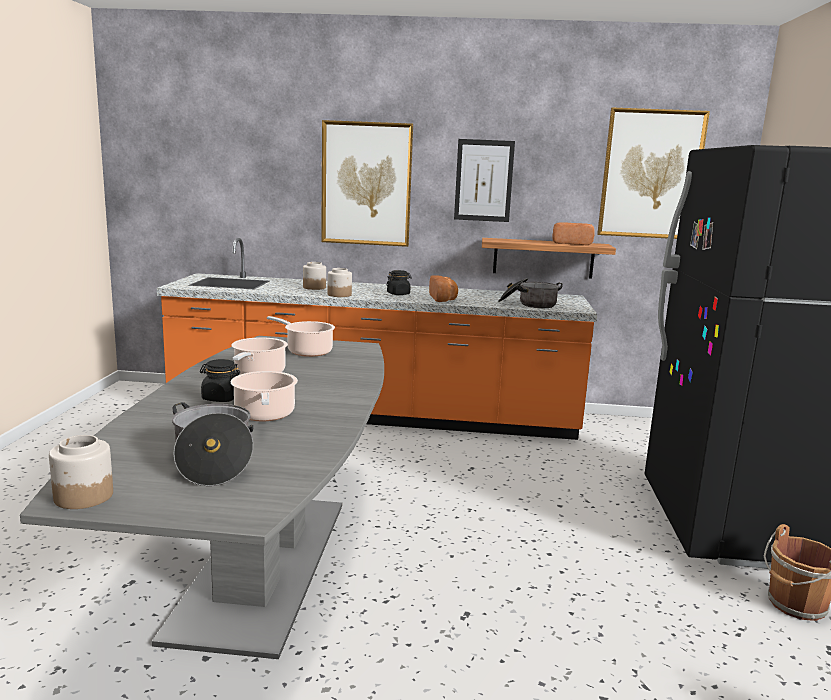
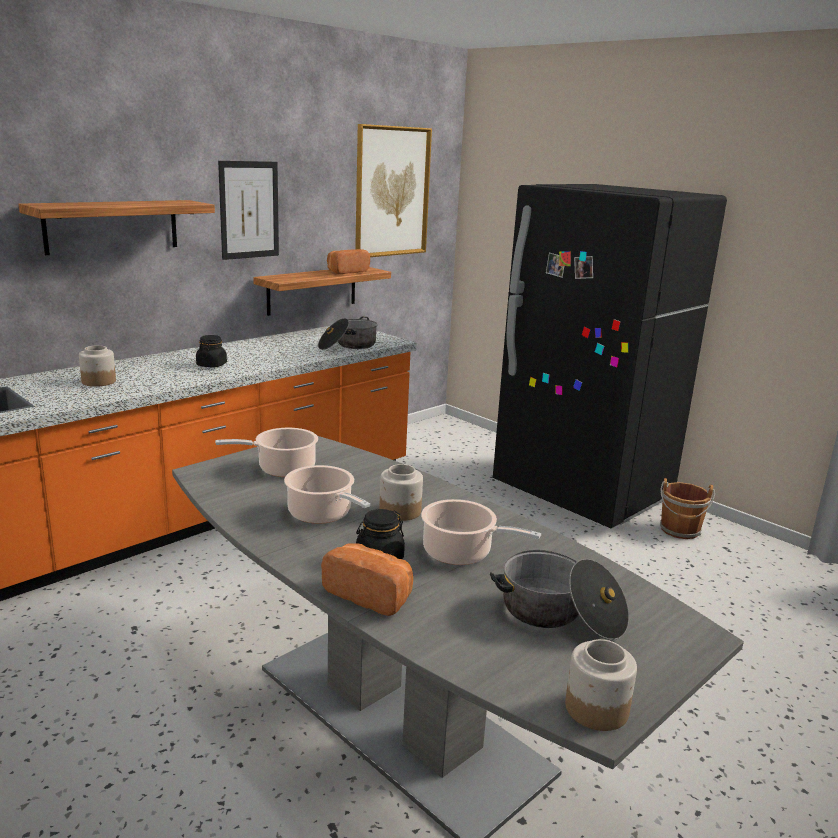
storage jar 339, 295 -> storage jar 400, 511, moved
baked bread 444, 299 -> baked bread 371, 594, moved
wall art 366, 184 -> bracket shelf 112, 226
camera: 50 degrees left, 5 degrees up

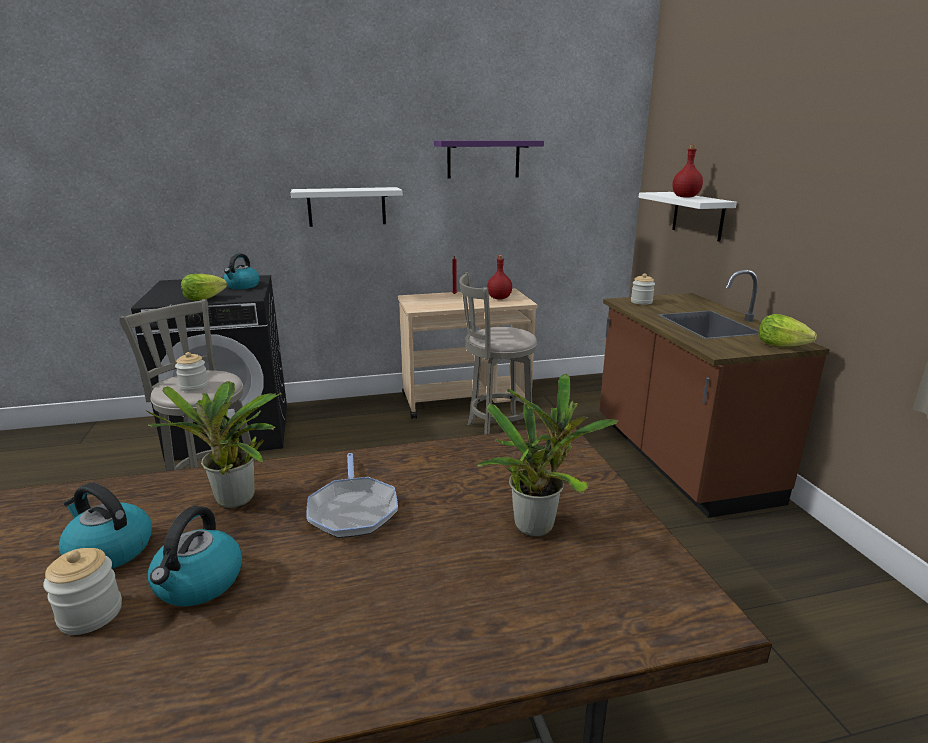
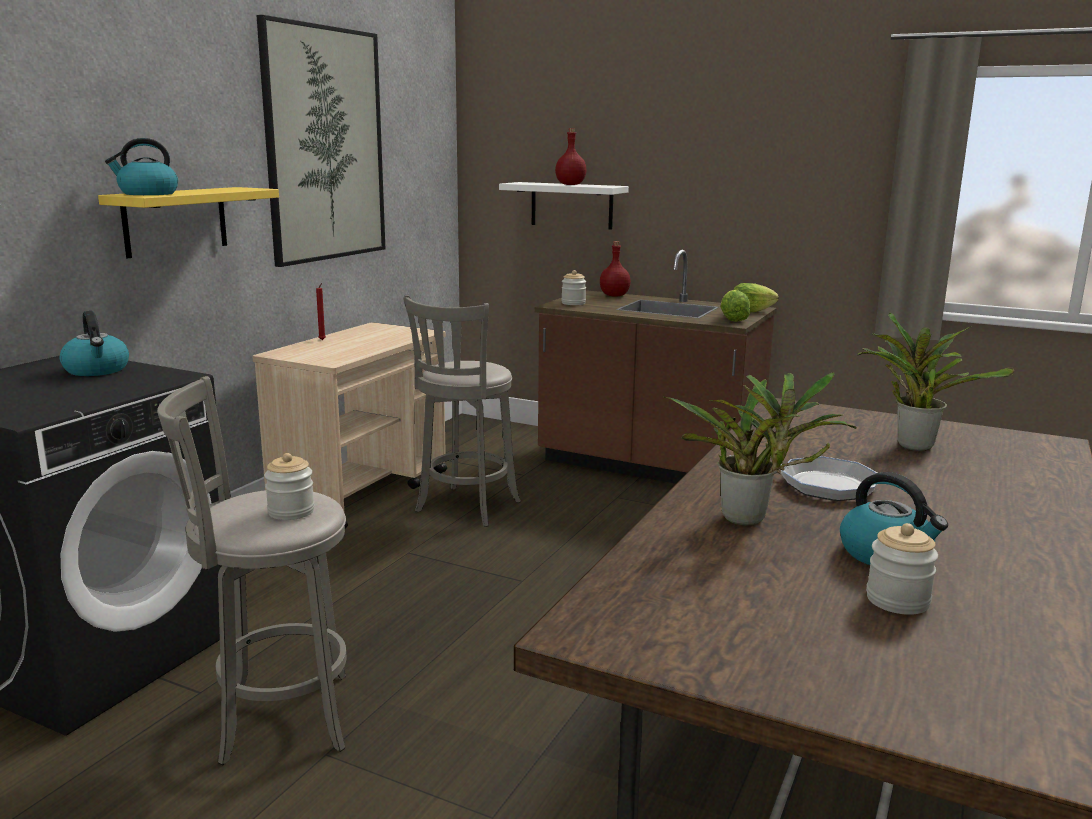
kettle 109, 550 -> kettle 147, 194, moved
lettuce head 203, 299 -> lettuce head 732, 319, moved
reddish bottle 499, 298 -> reddish bottle 614, 295, moved
purple bracket shelf 483, 159 -> wall art 325, 145
white-coloured bracket shelf 346, 206 -> yellowish bracket shelf 175, 221
camera: 50 degrees left, 5 degrees down

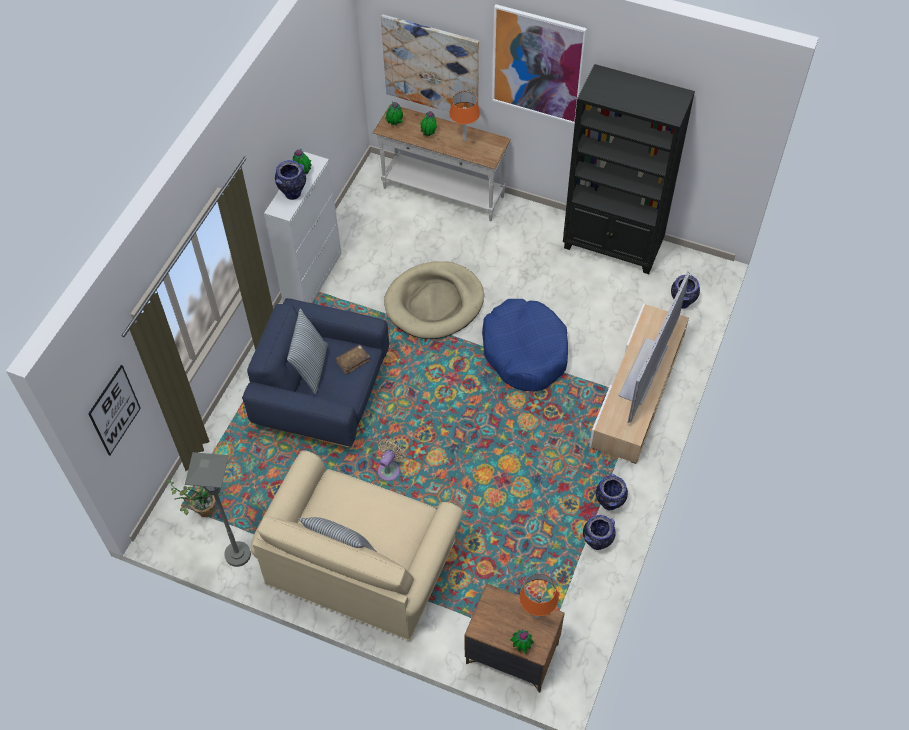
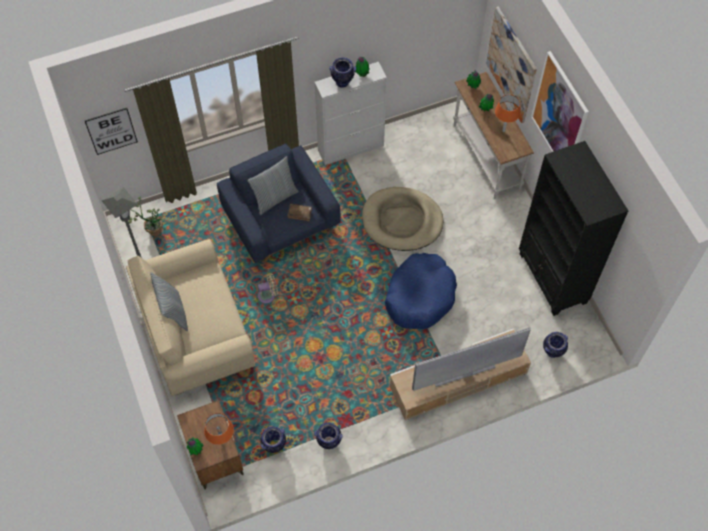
vase 609, 504 -> vase 274, 446, moved
camera: 45 degrees right, 5 degrees up

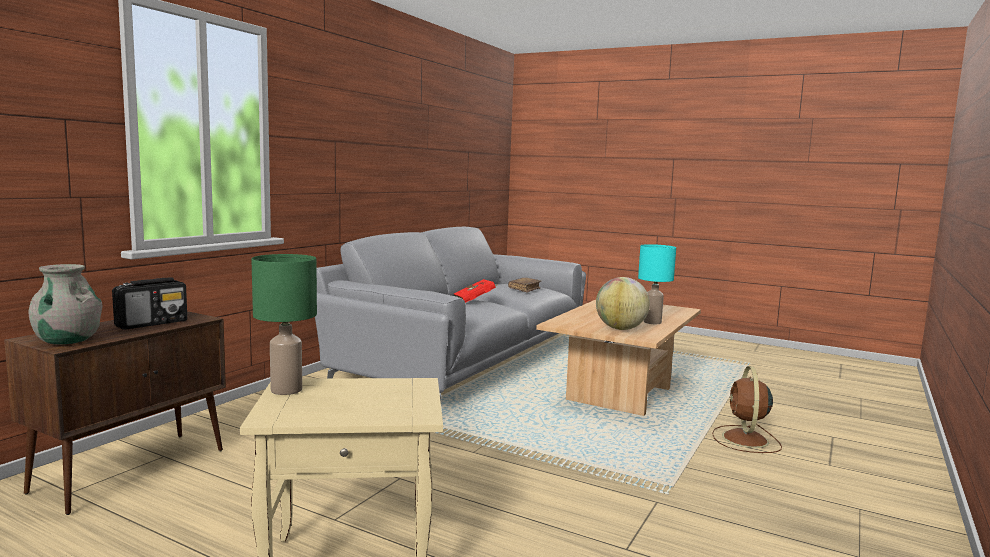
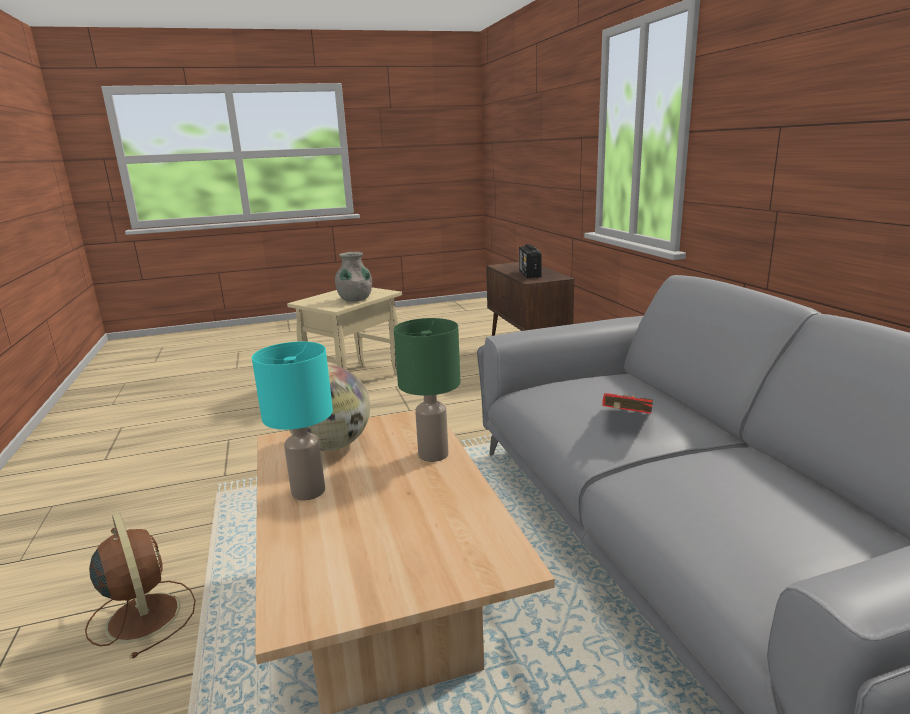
brown book 524, 289 -> none
greyish vase 67, 341 -> greyish vase 355, 300, moved
green table lamp 287, 389 -> green table lamp 434, 455, moved
camera: 135 degrees right, 10 degrees up

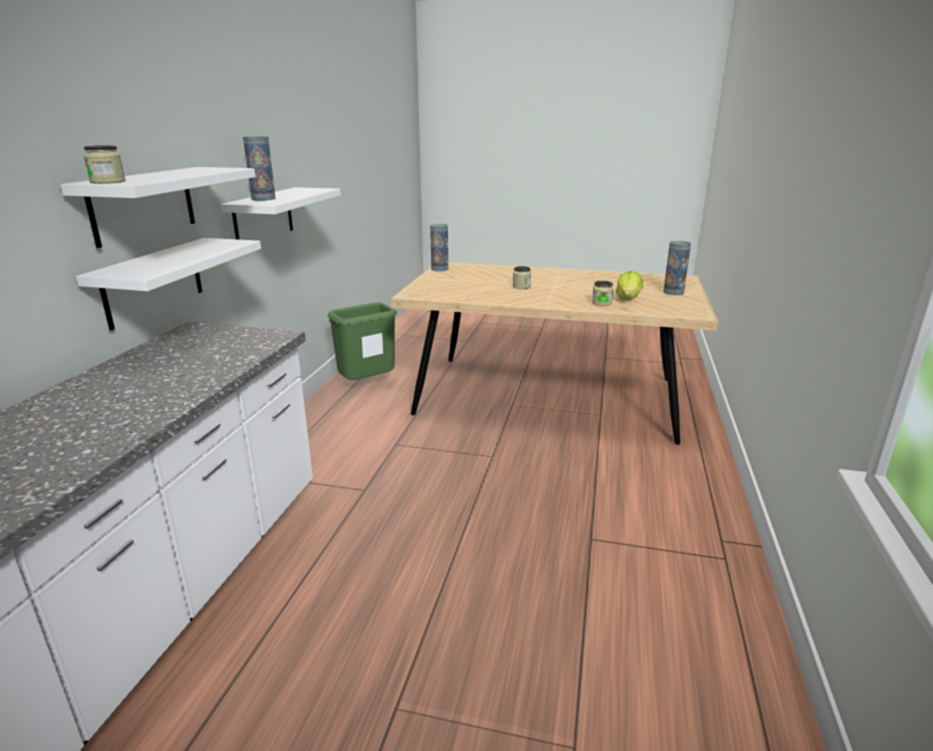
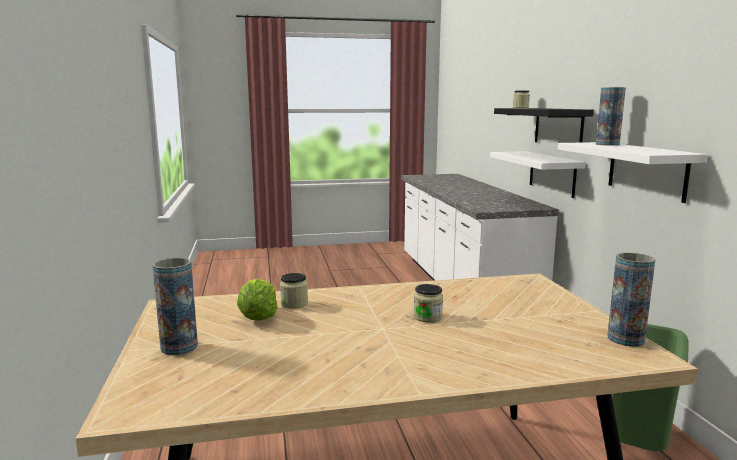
white-coloured bracket shelf 143, 204 -> blackish bracket shelf 558, 127
camera: 155 degrees right, 10 degrees down

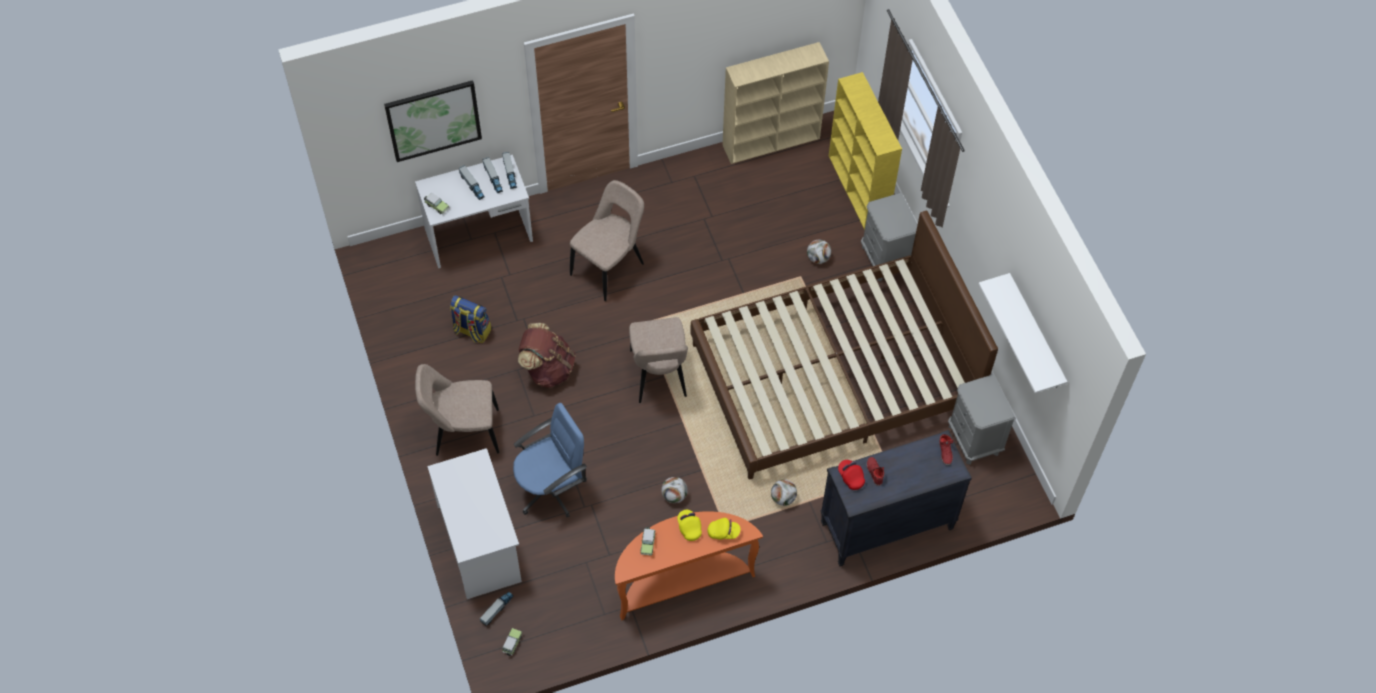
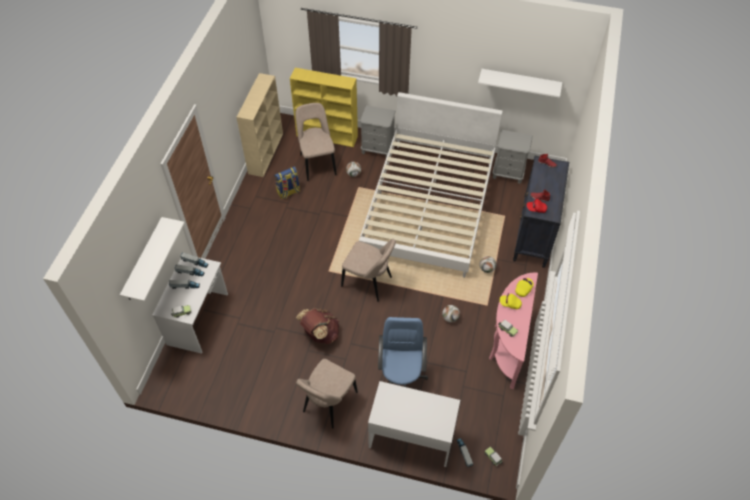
backpack 471, 331 -> backpack 288, 192, moved
beige upright chair 610, 267 -> beige upright chair 317, 163, moved
wall art 433, 120 -> white-coloured bracket shelf 144, 260
orange-coloured narrow table 682, 581 -> pinkish narrow table 507, 344
brown bed 834, 376 -> white-coloured bed 429, 207
camera: 55 degrees left, 5 degrees down

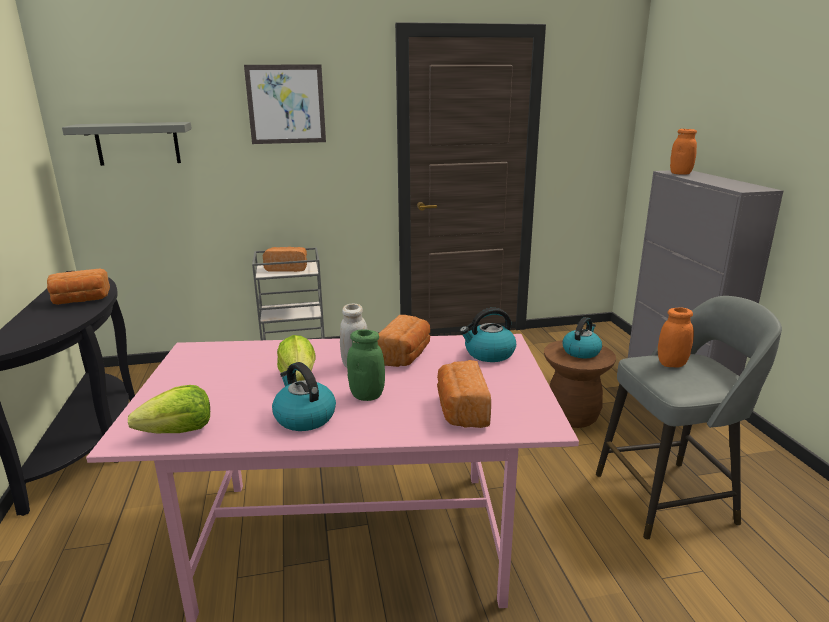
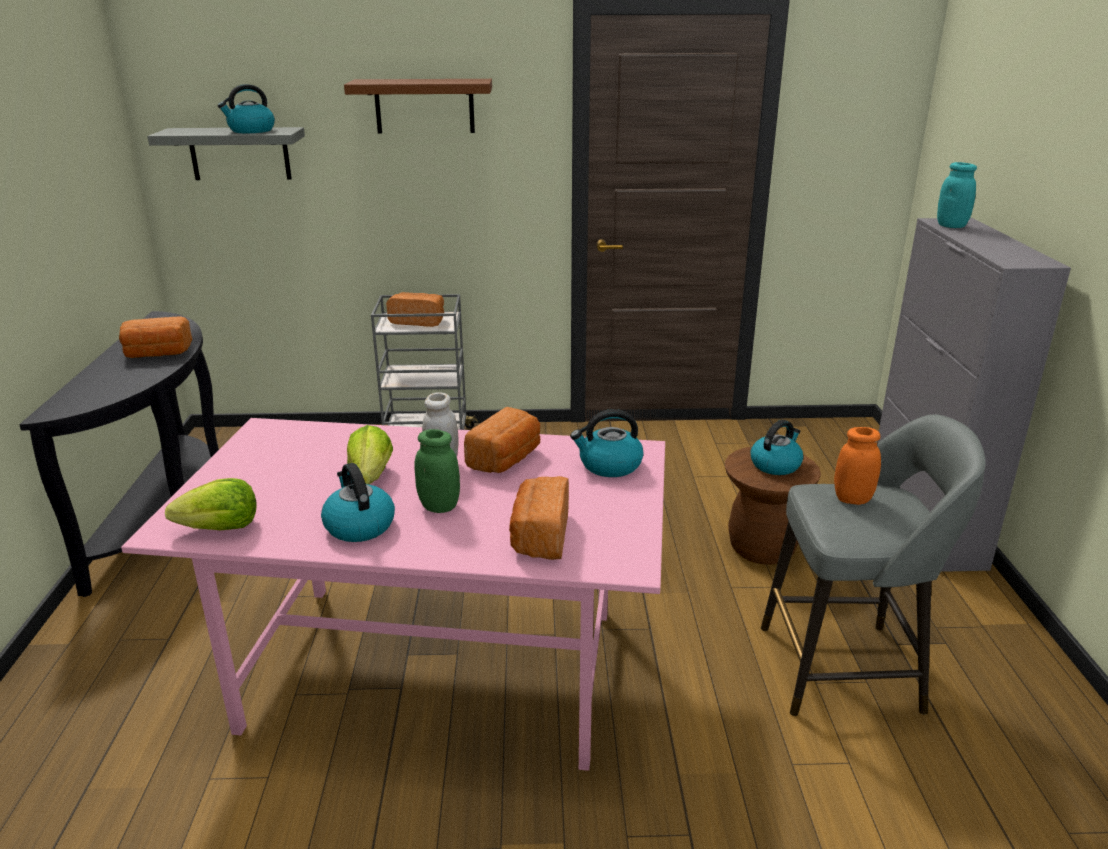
none -> kettle 251, 131
wall art 286, 104 -> brown bracket shelf 424, 106
orange-coloured storage jar 680, 173 -> turquoise-coloured storage jar 951, 226
camera: 10 degrees right, 5 degrees up

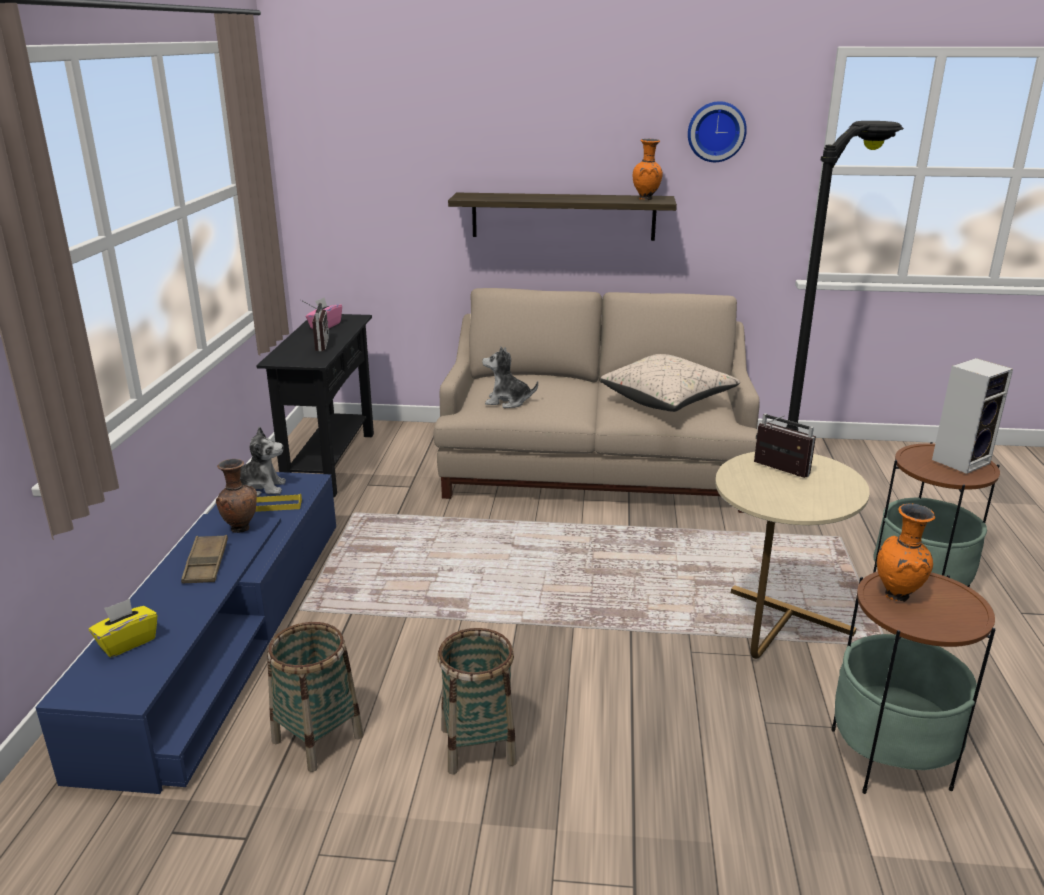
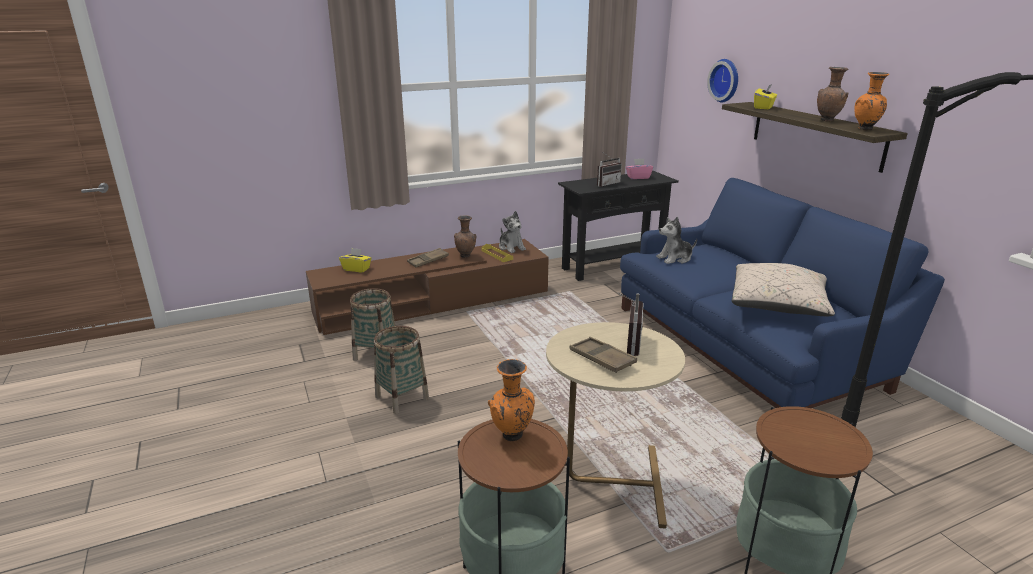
speaker 961, 460 -> none
none -> brown serving tray 602, 359
none -> yellowish tissue box 763, 107
none -> brown vase 827, 120
clock on the wall 716, 131 -> clock on the wall 726, 80, moved
blue-coloured media console 225, 631 -> brown media console 433, 302
beige sofa 595, 465 -> blue-coloured sofa 748, 344
plush toy 507, 401 -> plush toy 675, 258, 90 degrees counterclockwise
camera: 60 degrees right, 0 degrees up

